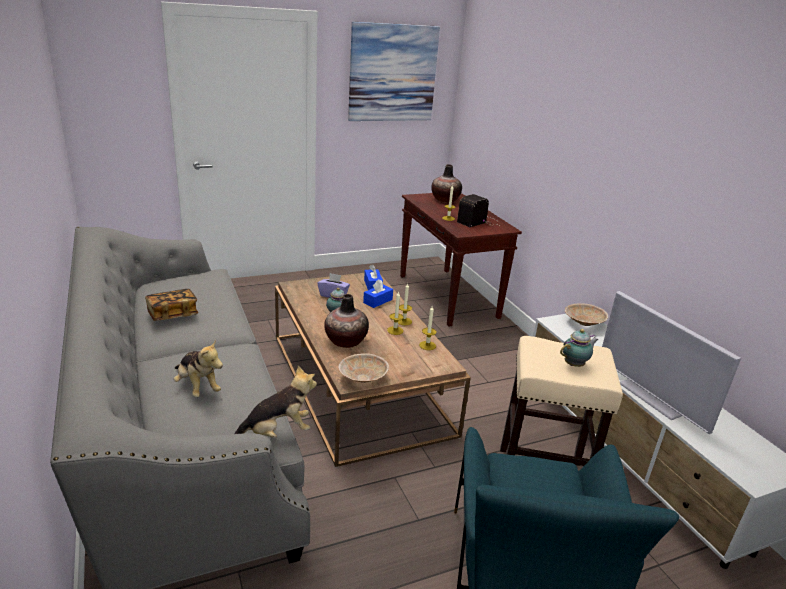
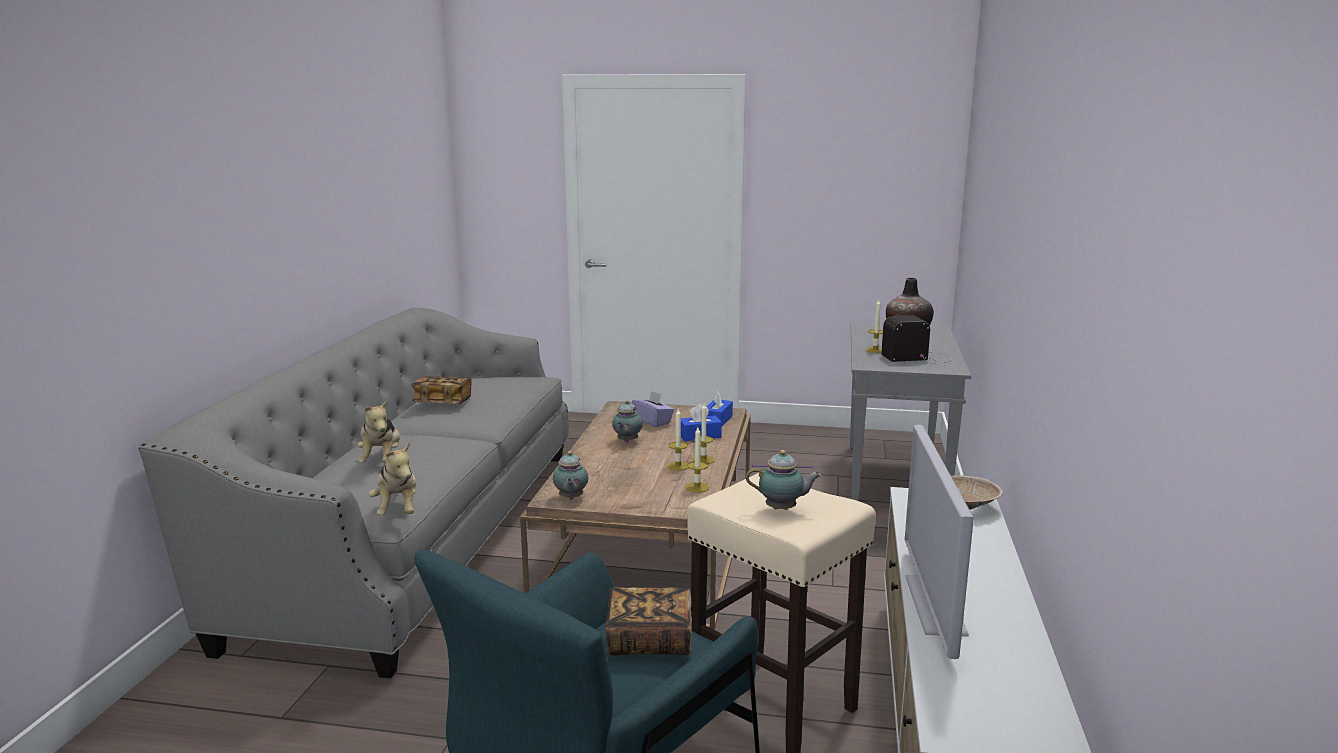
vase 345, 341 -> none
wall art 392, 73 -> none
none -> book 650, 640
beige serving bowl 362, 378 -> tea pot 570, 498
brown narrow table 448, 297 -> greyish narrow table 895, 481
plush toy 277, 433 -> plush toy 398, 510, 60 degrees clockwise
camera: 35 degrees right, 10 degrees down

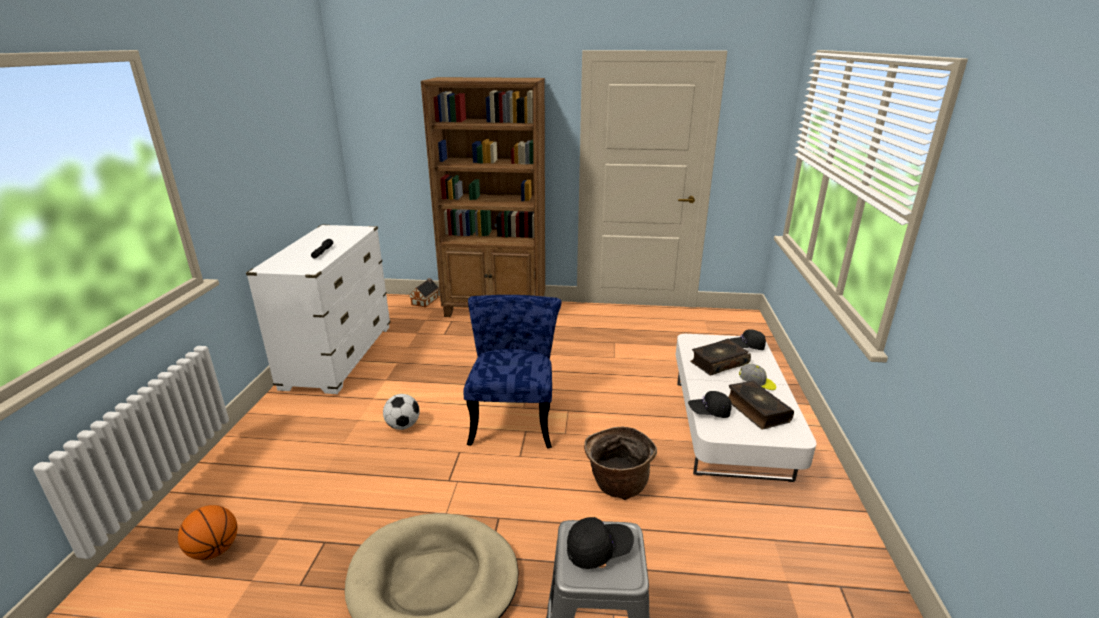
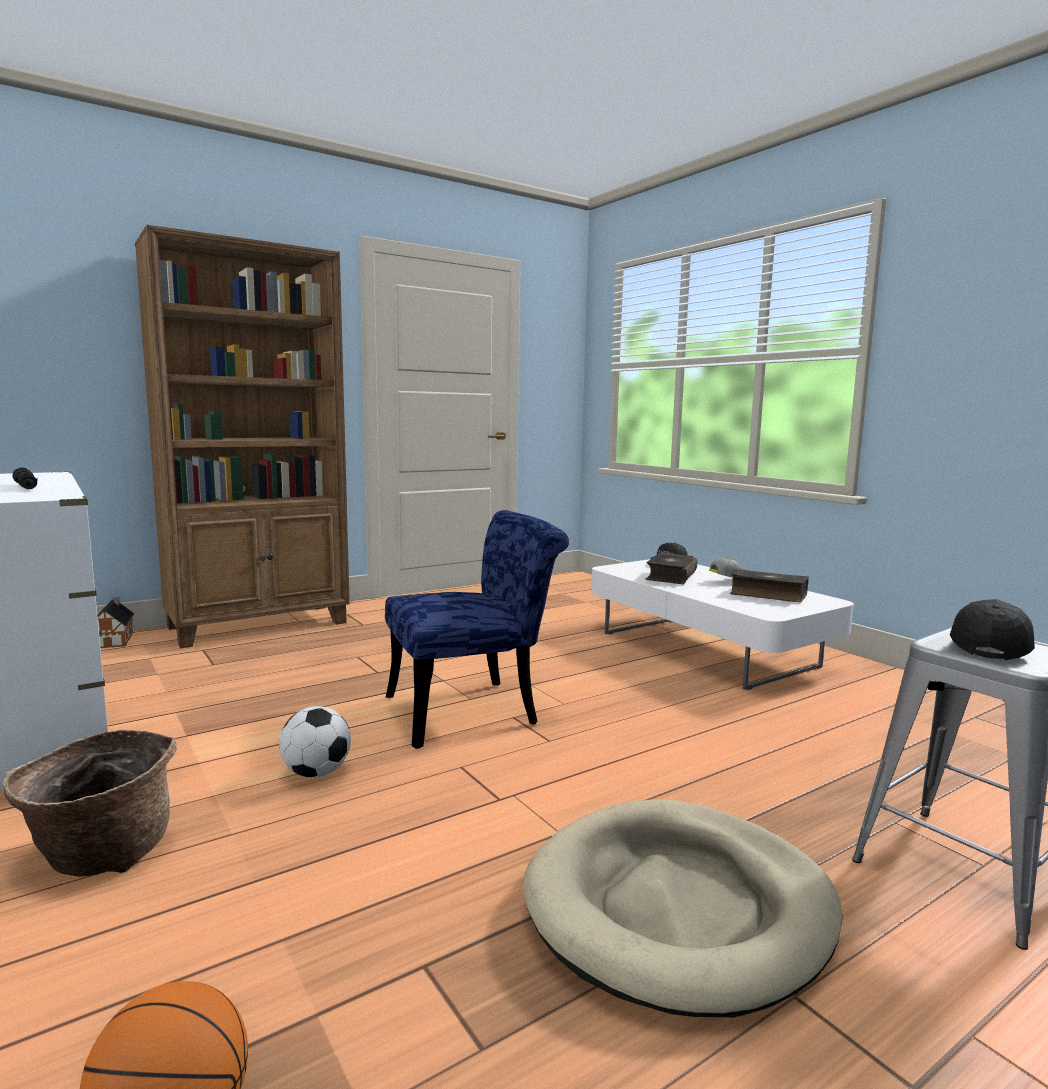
blackish peaked cap 709, 412 -> none
household basket 617, 484 -> household basket 101, 855, moved
blue-coloured upright chair 514, 417 -> blue-coloured upright chair 474, 710, 105 degrees clockwise
camera: 40 degrees left, 15 degrees down

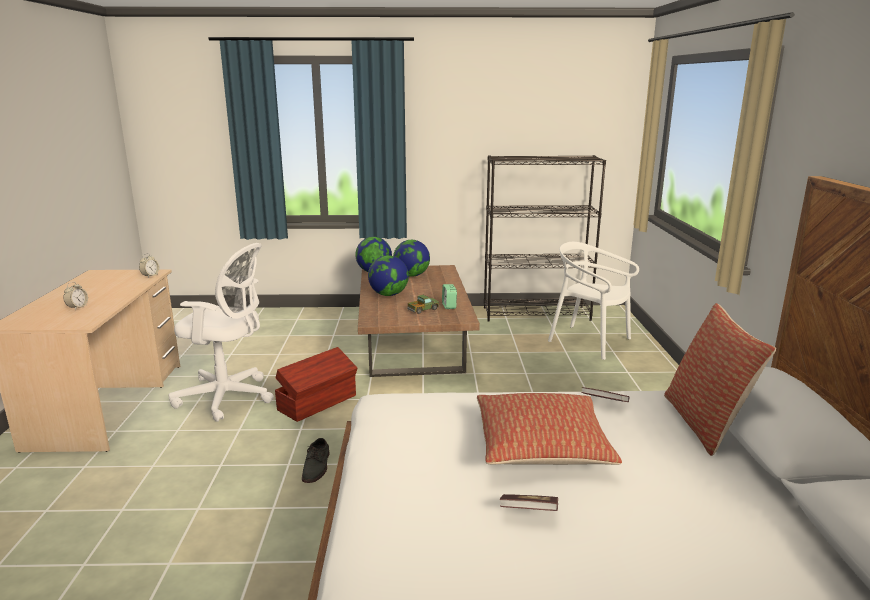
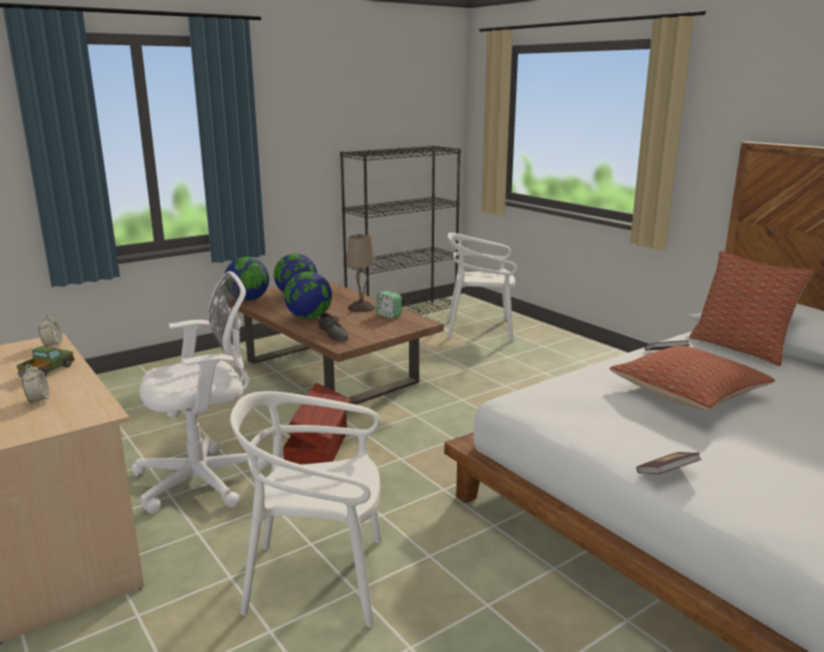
none -> white-coloured upright chair 318, 579
none -> beige table lamp 362, 307
greyish low shoe 317, 467 -> greyish low shoe 334, 334, moved
toy lorry 423, 310 -> toy lorry 47, 371, moved
book 528, 512 -> book 667, 473, moved
camera: 35 degrees left, 0 degrees up

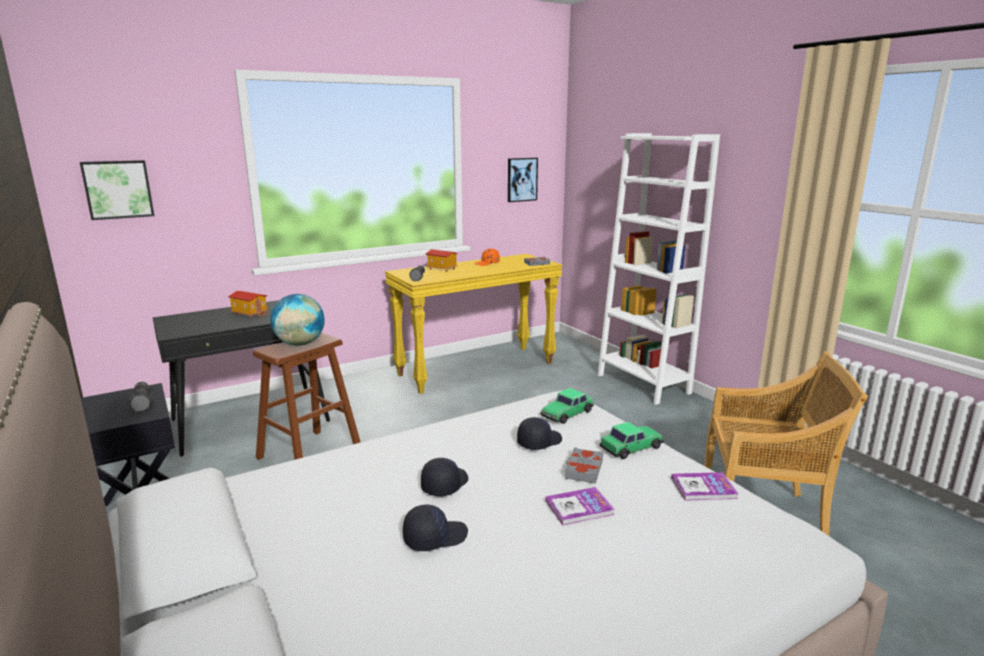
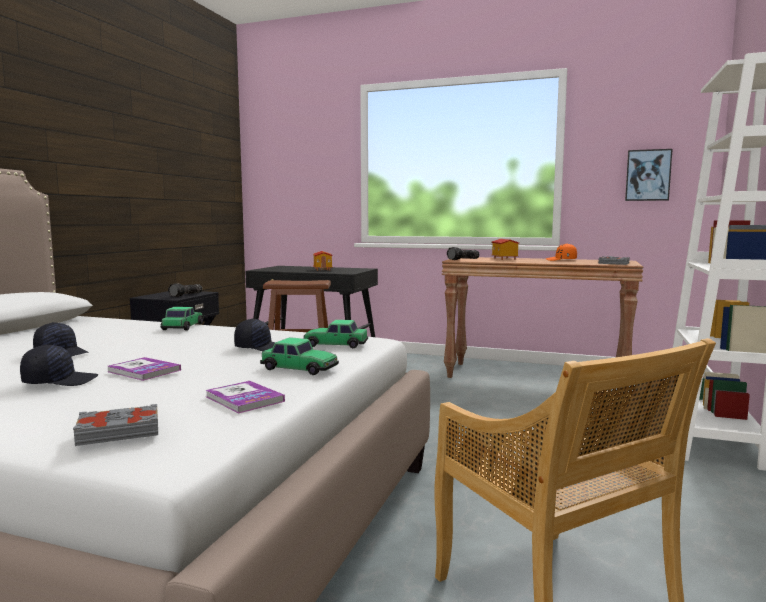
wall art 118, 189 -> none
world globe 300, 344 -> none
none -> model car 183, 326
blackish peaked cap 444, 484 -> blackish peaked cap 60, 381, moved
greyish book 583, 469 -> greyish book 118, 432, moved
yellowish narrow table 476, 368 -> brown narrow table 535, 377
camera: 50 degrees right, 10 degrees down

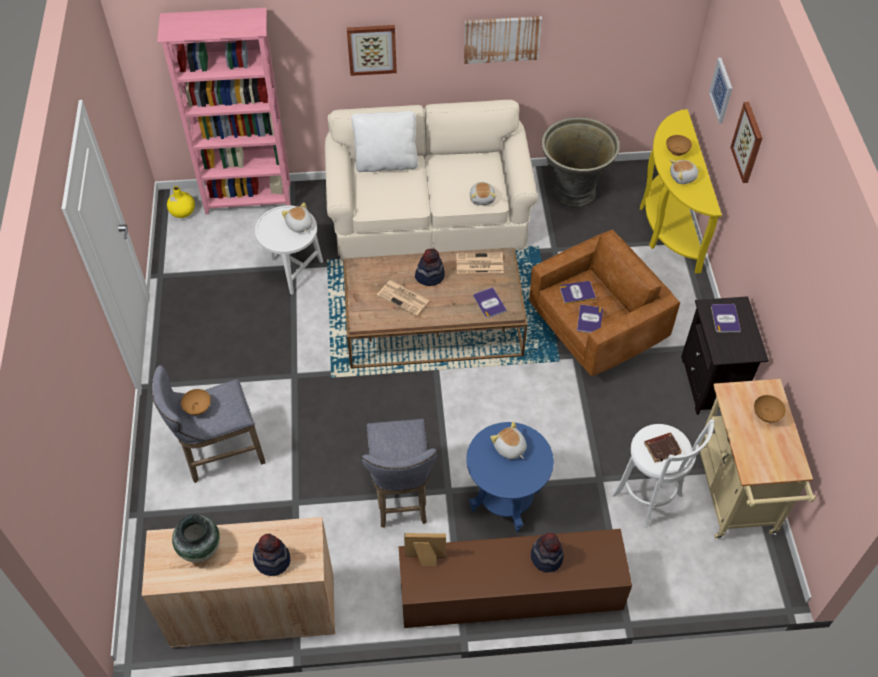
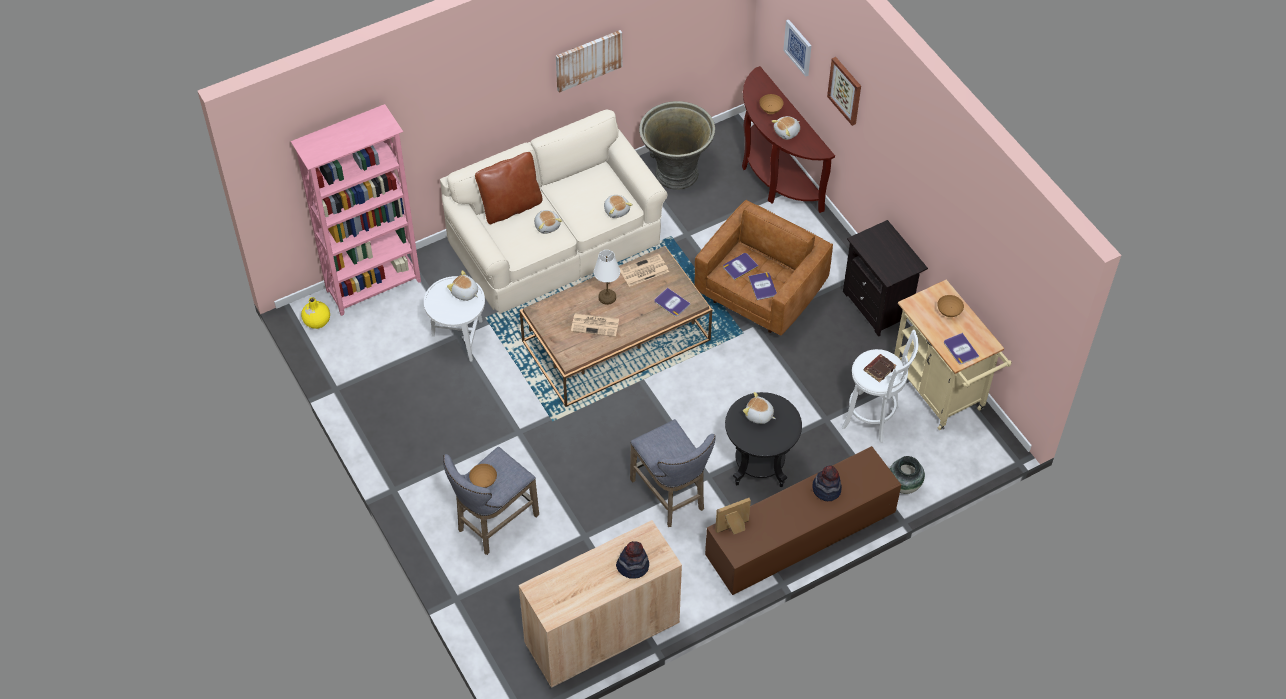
wall art 372, 49 -> none
none -> plush toy 547, 225
vase 200, 549 -> vase 904, 486, moved
book 725, 318 -> book 960, 349, moved
hat 430, 276 -> white-coloured table lamp 606, 297
white-coloured pillow 386, 163 -> brown pillow 510, 207
blue-coloured end table 505, 501 -> blackish end table 759, 466
yellowish narrow table 667, 225 -> brown narrow table 775, 176
camera: 25 degrees left, 0 degrees up

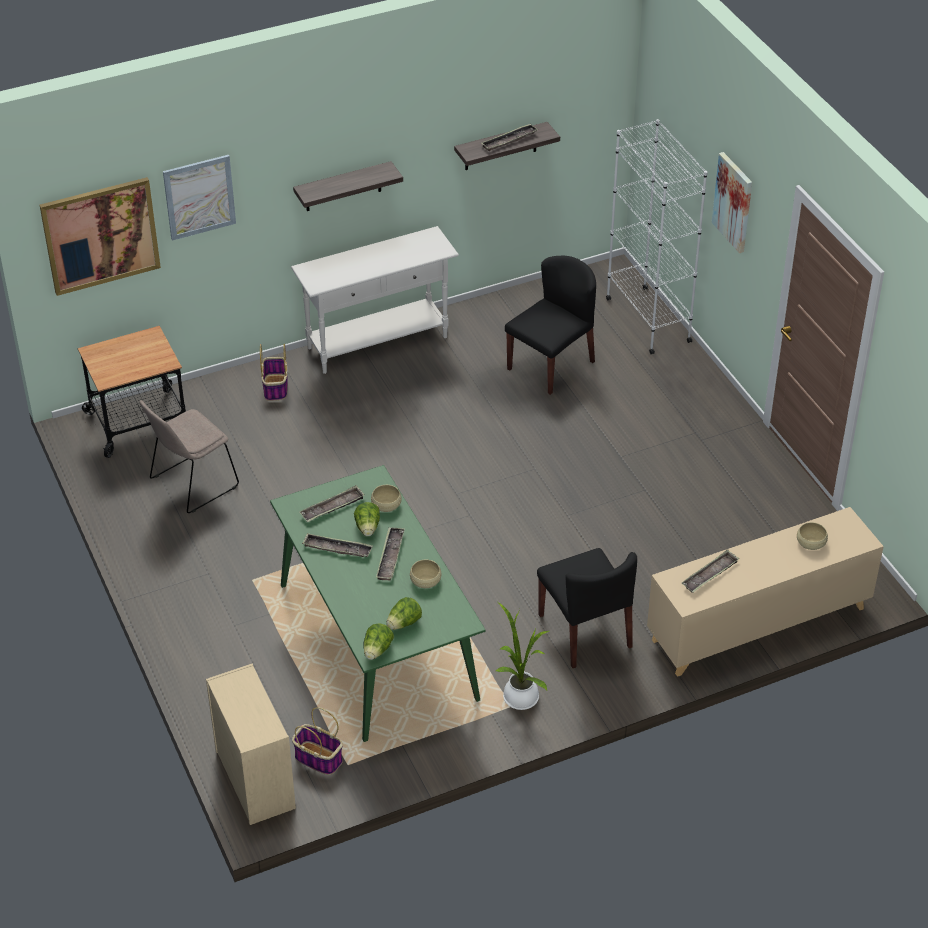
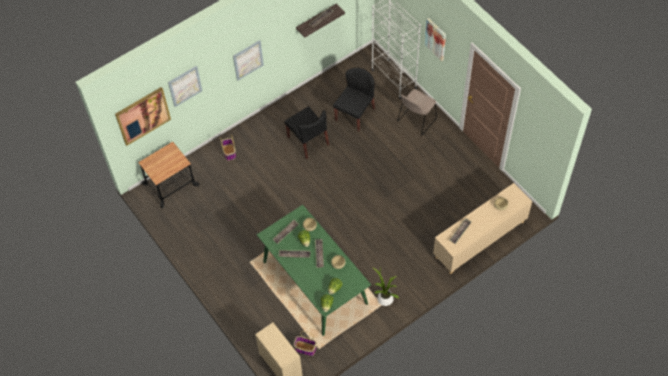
white-coloured narrow table 378, 343 -> none
beige upright chair 191, 484 -> beige upright chair 416, 121, moved
blackish upright chair 585, 631 -> blackish upright chair 308, 141, moved
bracket shelf 343, 187 -> wall art 248, 60
camera: 10 degrees left, 15 degrees up

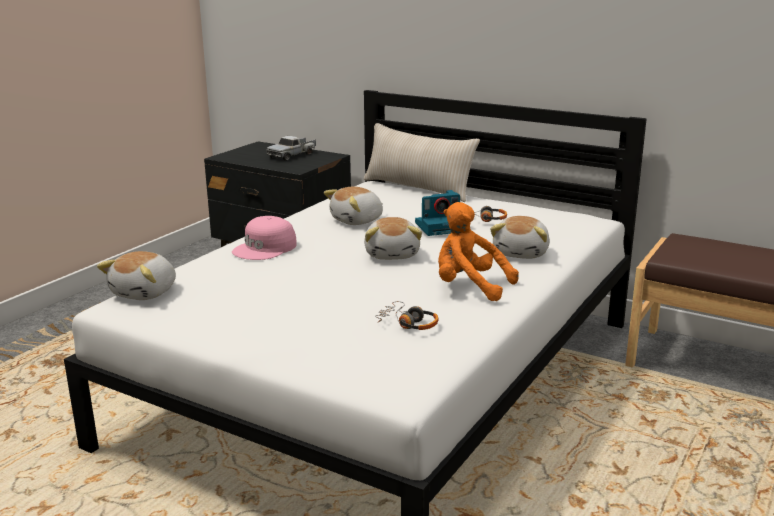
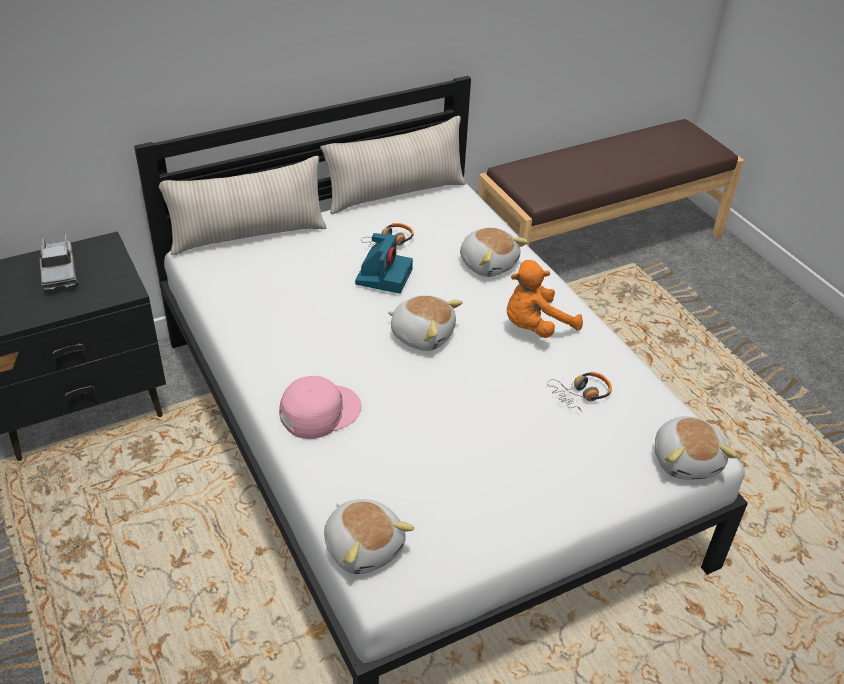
none -> beige pillow 395, 193
plush toy 357, 220 -> plush toy 686, 460, moved
pinkish peaked cap 265, 248 -> pinkish peaked cap 319, 411, 105 degrees counterclockwise
camera: 60 degrees left, 20 degrees up

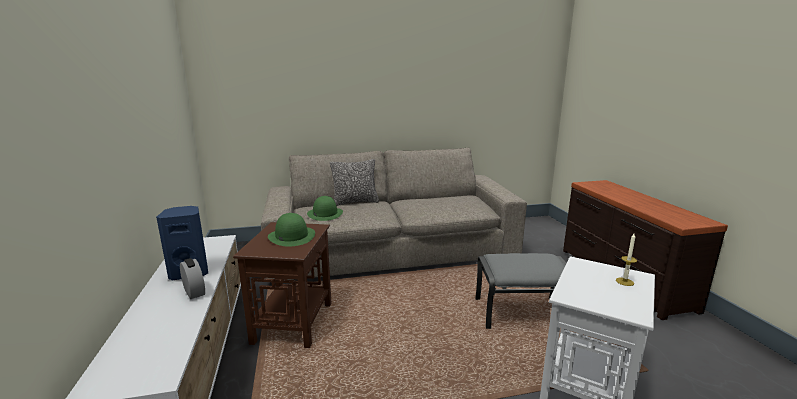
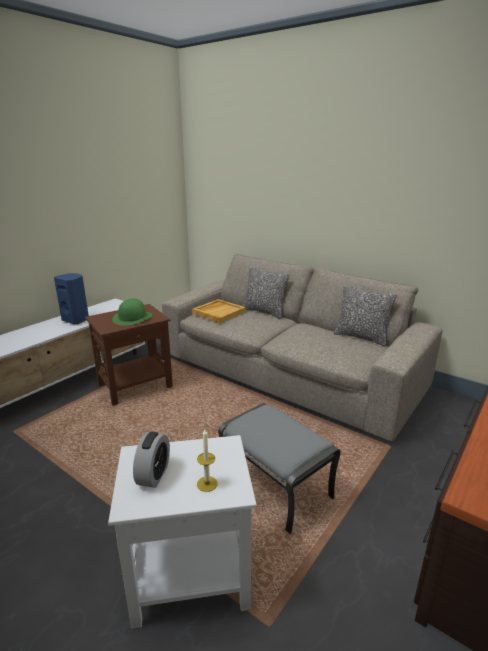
none -> pillow 361, 337
bedside clock 194, 292 -> bedside clock 153, 475, moved
green hat 325, 214 -> beige serving tray 219, 312
camera: 50 degrees right, 5 degrees up

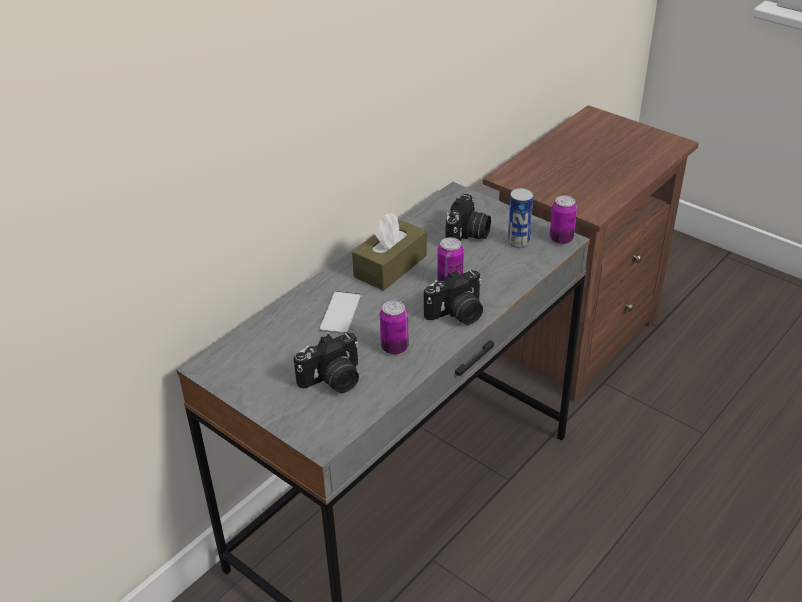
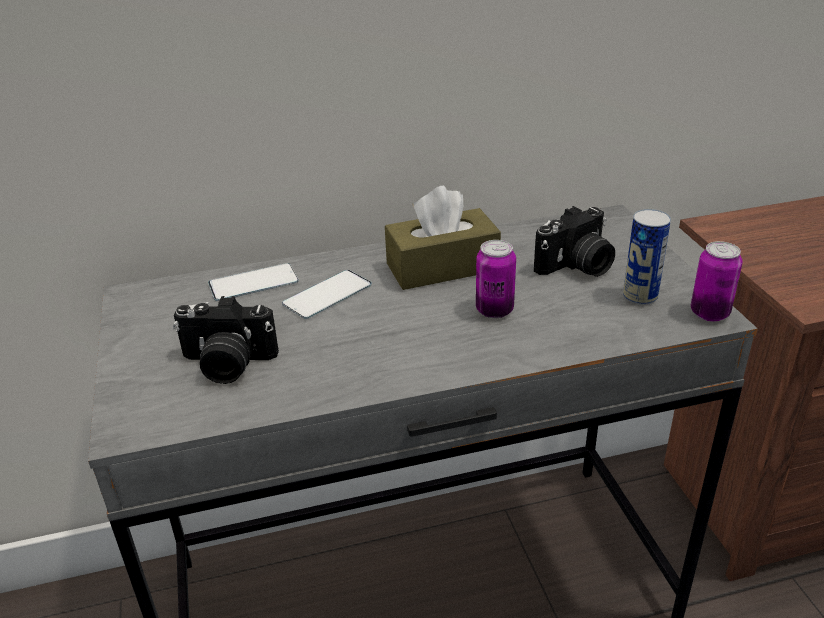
can 394, 347 -> none
still camera 457, 314 -> none
none -> handset 253, 283
camera: 35 degrees right, 5 degrees down

